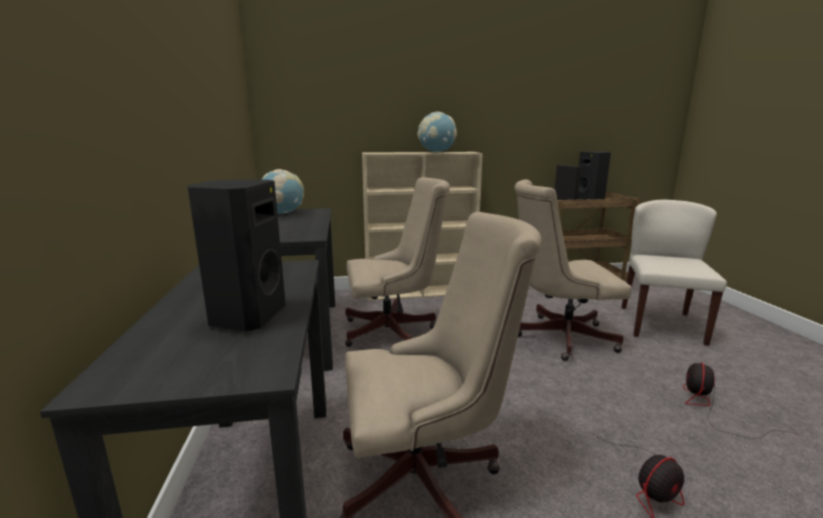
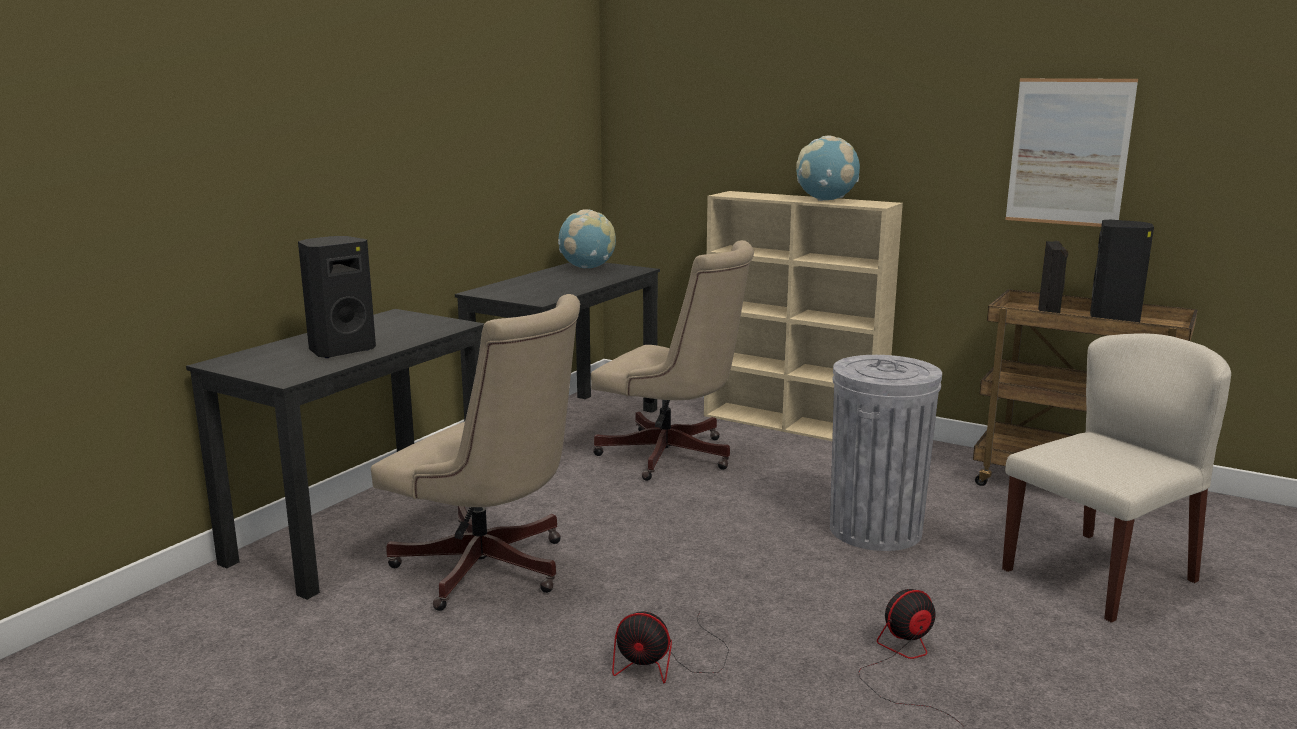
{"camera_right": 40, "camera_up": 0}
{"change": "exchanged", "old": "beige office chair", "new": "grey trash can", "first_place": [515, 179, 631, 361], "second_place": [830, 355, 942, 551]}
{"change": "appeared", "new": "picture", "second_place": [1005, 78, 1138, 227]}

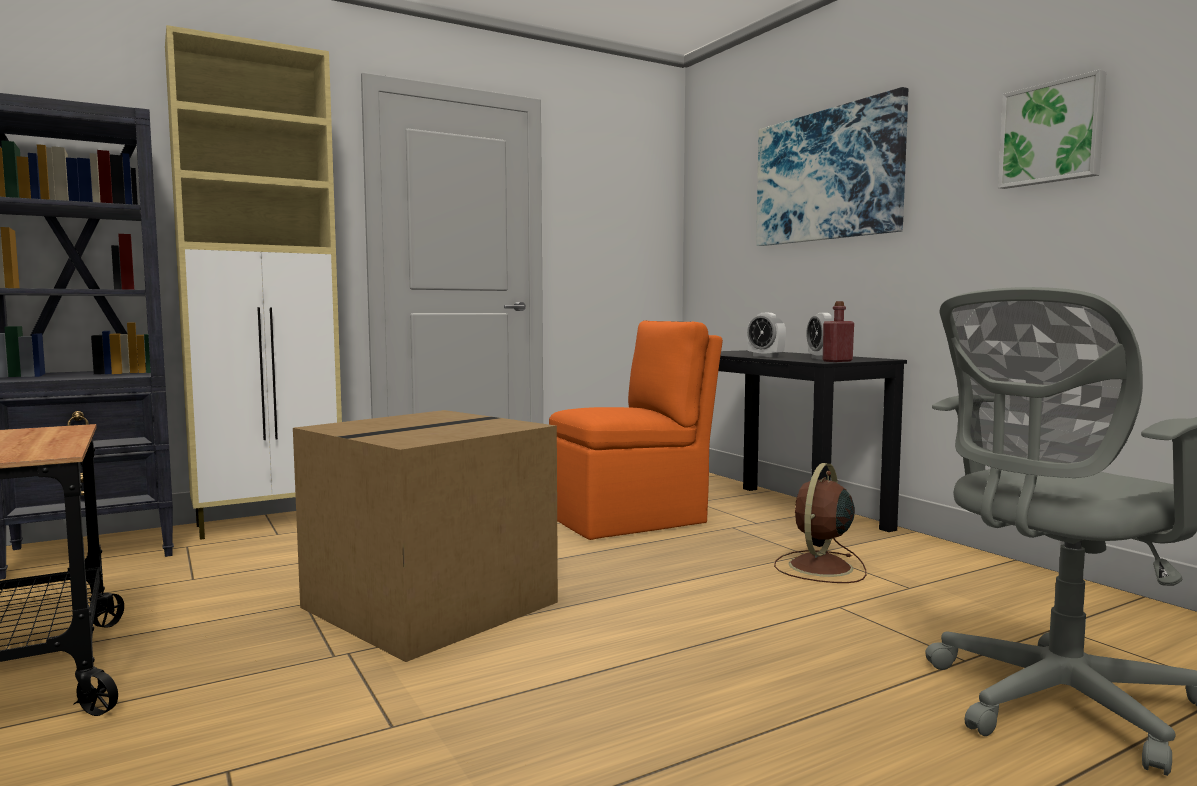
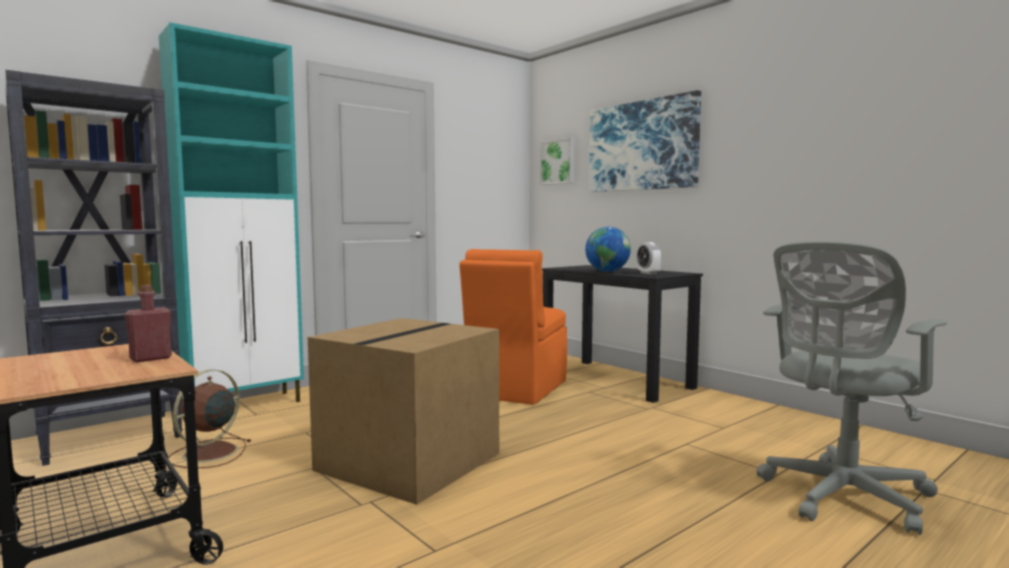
{"camera_right": -10, "camera_up": 0}
{"change": "relocated", "old": "red bottle", "first_place": [823, 301, 854, 362], "second_place": [124, 285, 172, 362]}
{"change": "colour", "old": "beige cabinet", "new": "turquoise cabinet", "first_place": [165, 25, 342, 540], "second_place": [159, 22, 304, 402]}
{"change": "relocated", "old": "brown fan", "first_place": [774, 463, 866, 583], "second_place": [168, 370, 252, 468]}
{"change": "spun", "old": "orange chair", "first_place": [549, 321, 723, 540], "second_place": [459, 249, 567, 405], "degrees": 150}
{"change": "relocated", "old": "picture", "first_place": [998, 70, 1106, 189], "second_place": [540, 138, 575, 185]}
{"change": "exchanged", "old": "alarm clock", "new": "globe", "first_place": [747, 313, 786, 357], "second_place": [585, 227, 631, 272]}

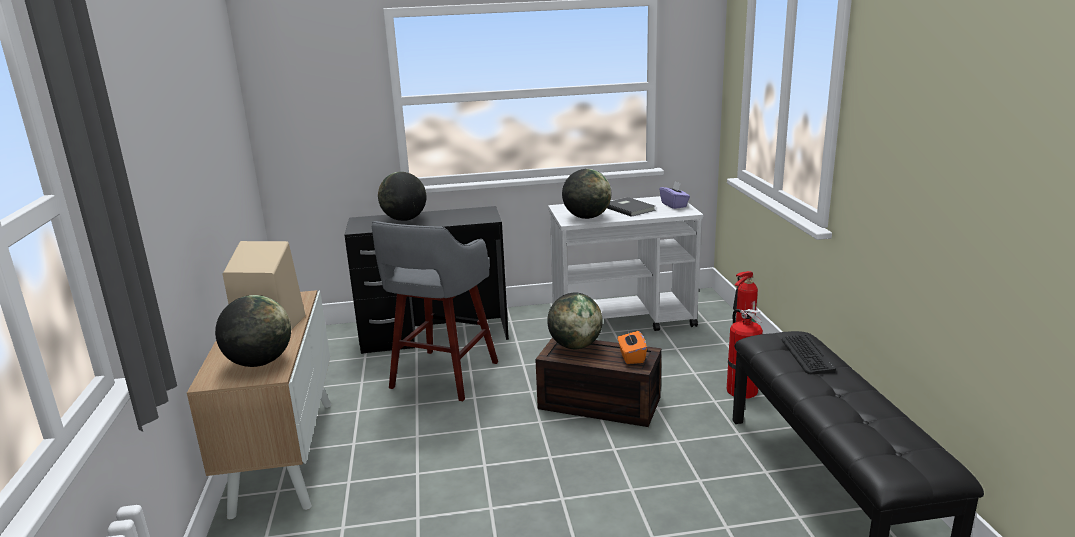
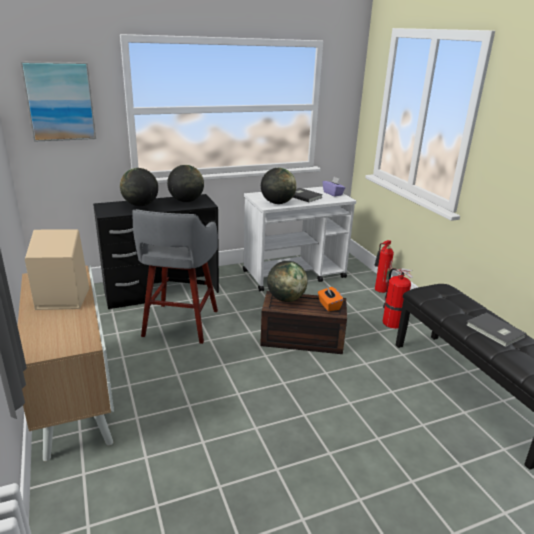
{"camera_right": -15, "camera_up": 5}
{"change": "appeared", "new": "picture", "second_place": [21, 61, 96, 142]}
{"change": "relocated", "old": "globe", "first_place": [215, 295, 291, 367], "second_place": [167, 165, 204, 202]}
{"change": "appeared", "new": "grey book", "second_place": [466, 313, 527, 347]}
{"change": "missing", "old": "keyboard", "first_place": [782, 334, 836, 374]}

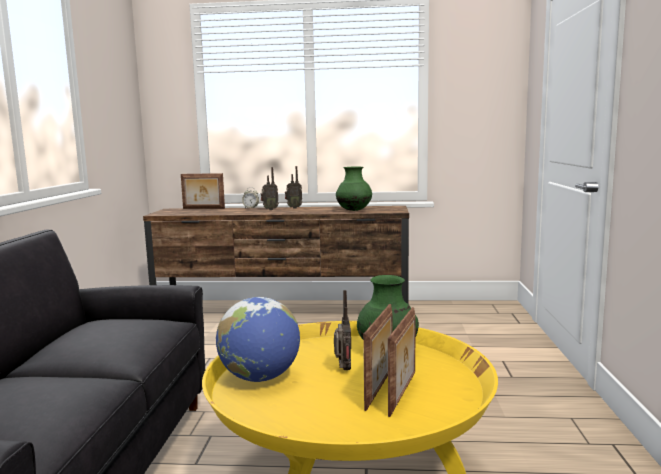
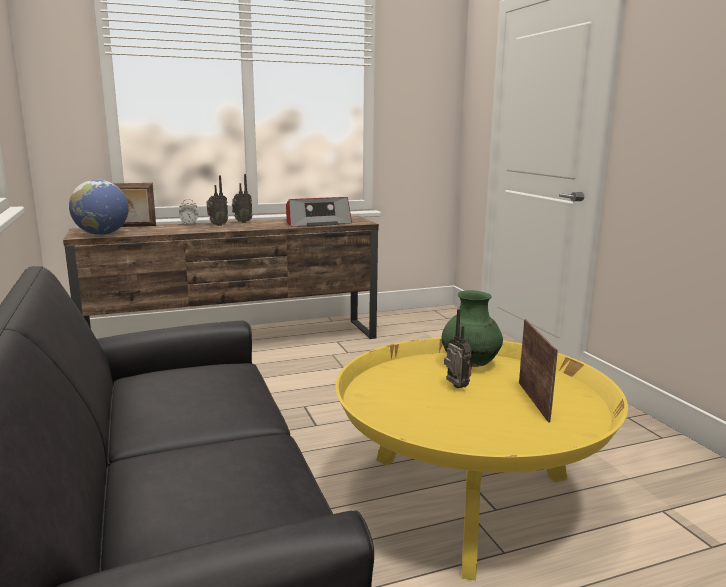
{"camera_right": -25, "camera_up": 5}
{"change": "relocated", "old": "globe", "first_place": [216, 297, 300, 382], "second_place": [69, 180, 129, 235]}
{"change": "exchanged", "old": "green vase", "new": "radio", "first_place": [336, 166, 372, 211], "second_place": [286, 197, 352, 227]}
{"change": "missing", "old": "picture frame", "first_place": [363, 304, 392, 411]}

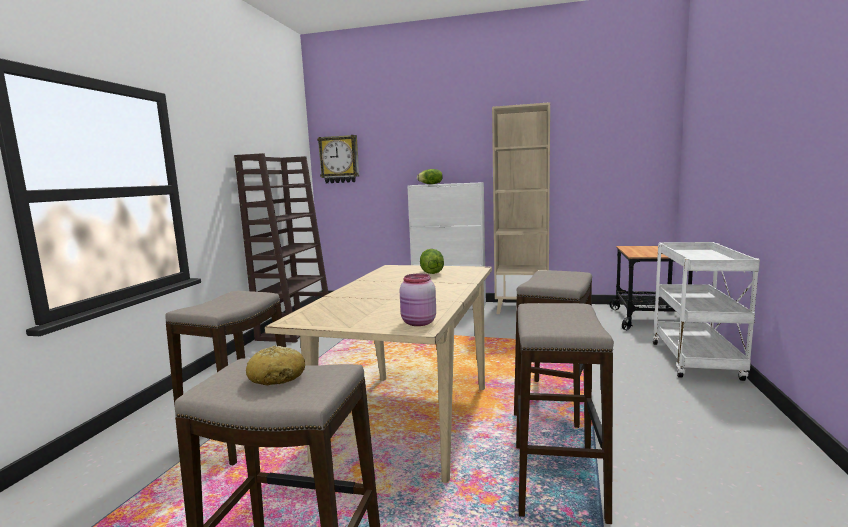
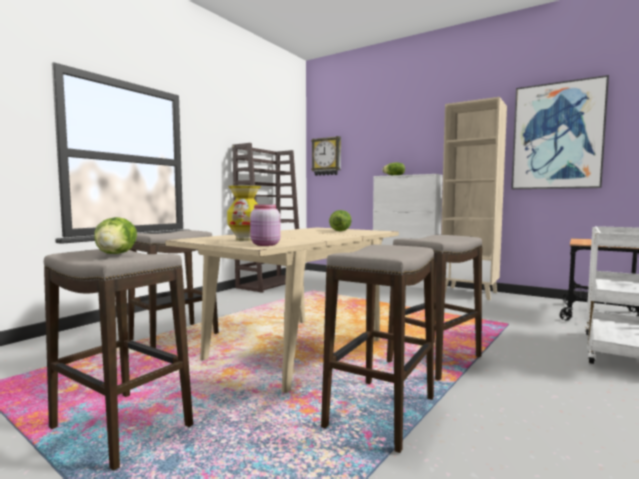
{"camera_right": 20, "camera_up": -5}
{"change": "exchanged", "old": "bread", "new": "lettuce", "first_place": [246, 345, 305, 385], "second_place": [94, 217, 137, 254]}
{"change": "appeared", "new": "vase", "second_place": [227, 185, 261, 241]}
{"change": "appeared", "new": "picture", "second_place": [511, 75, 609, 189]}

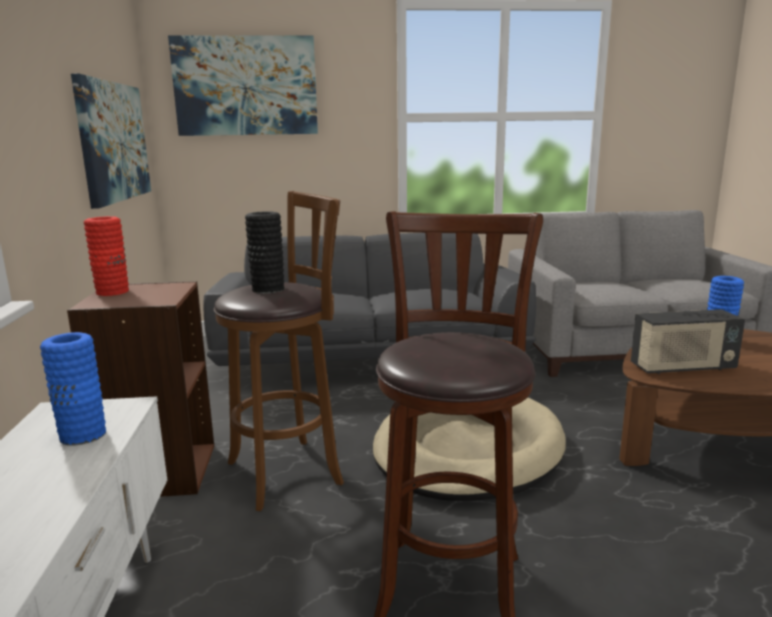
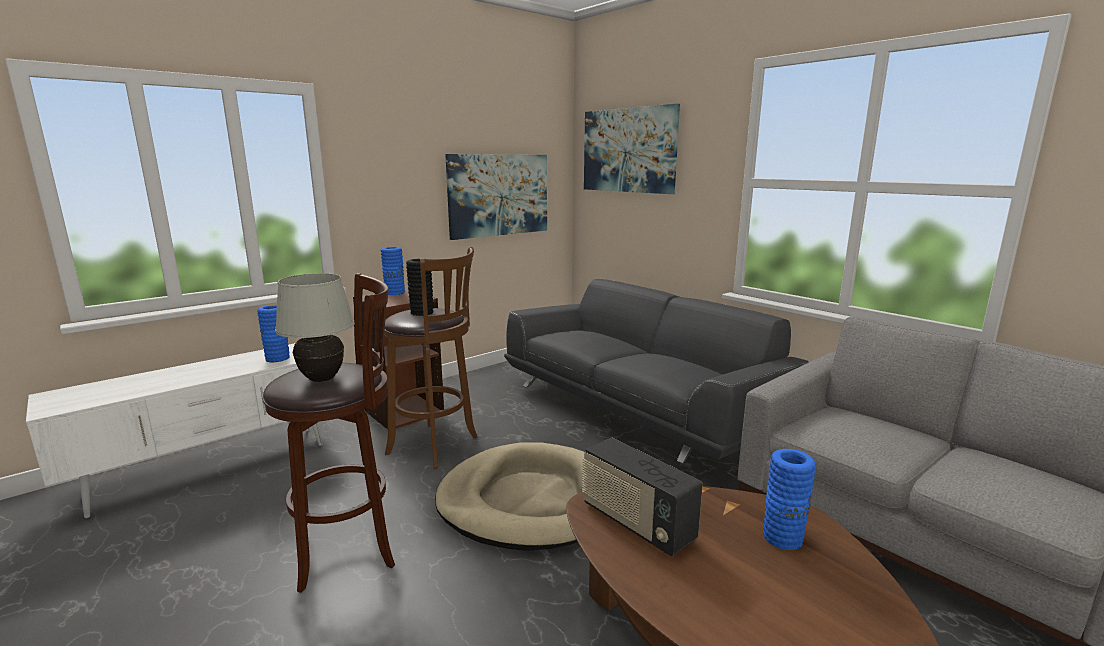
{"camera_right": 55, "camera_up": 0}
{"change": "appeared", "new": "white table lamp", "second_place": [275, 273, 355, 382]}
{"change": "colour", "old": "red vase", "new": "blue vase", "first_place": [84, 216, 129, 296], "second_place": [381, 247, 405, 295]}

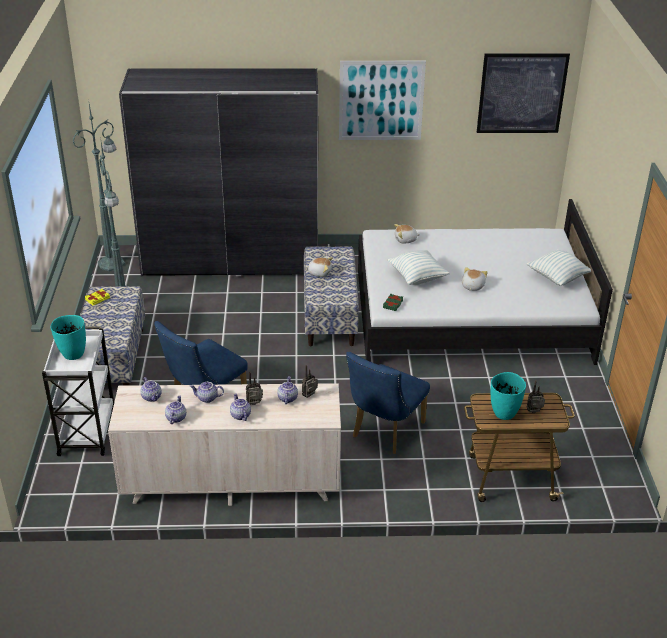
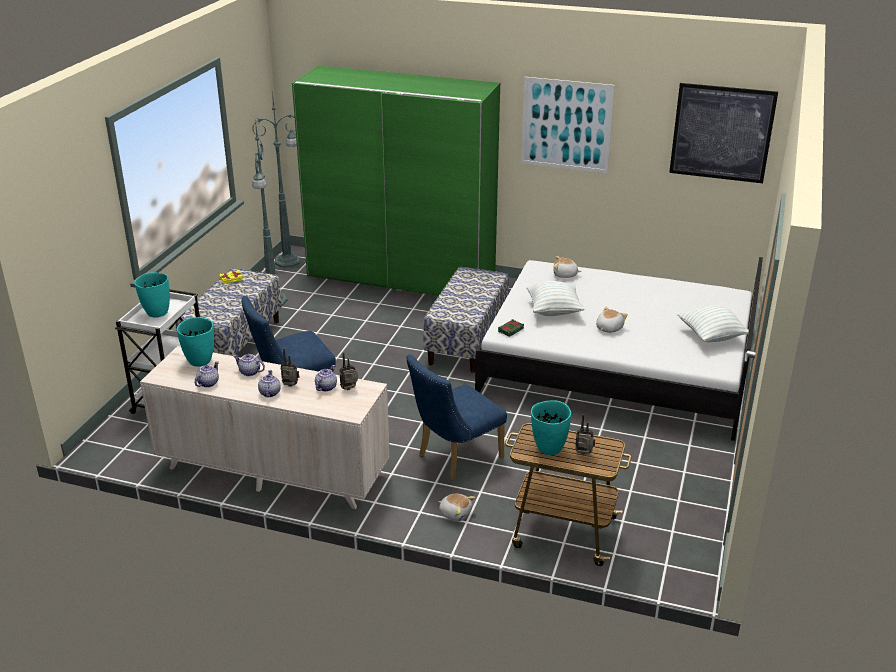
{"camera_right": 20, "camera_up": -5}
{"change": "exchanged", "old": "teapot", "new": "turquoise vase", "first_place": [140, 377, 162, 402], "second_place": [177, 317, 214, 367]}
{"change": "colour", "old": "grey wardrobe", "new": "green wardrobe", "first_place": [119, 68, 318, 277], "second_place": [292, 65, 500, 296]}
{"change": "relocated", "old": "plush toy", "first_place": [305, 257, 333, 277], "second_place": [438, 494, 475, 522]}

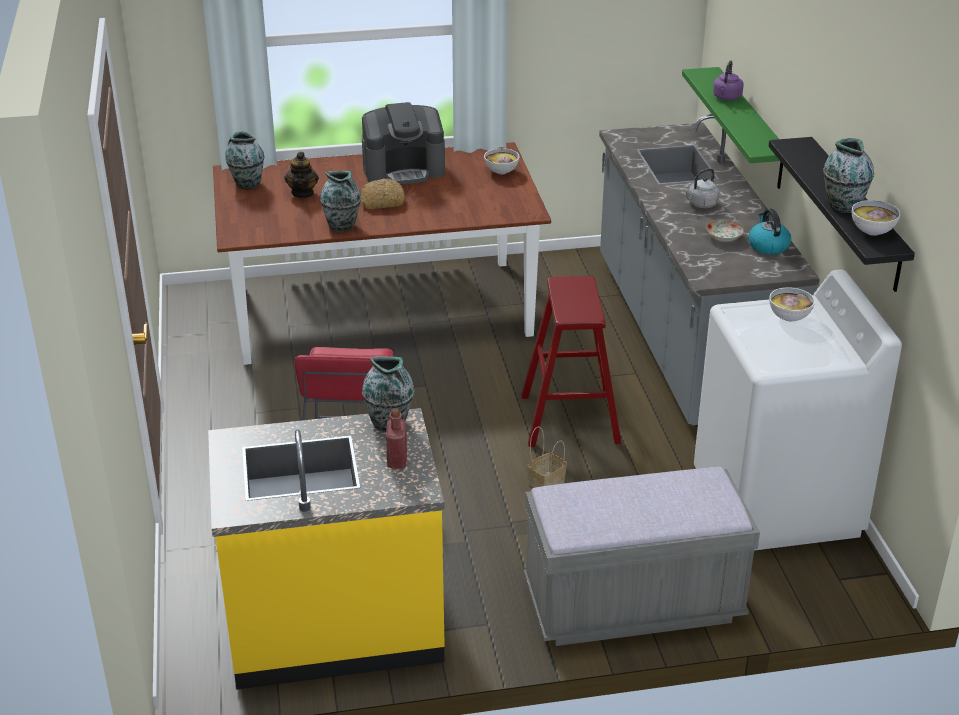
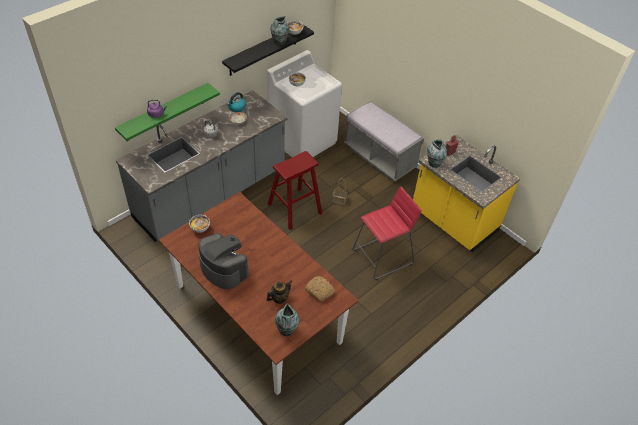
{"camera_right": -125, "camera_up": 15}
{"change": "relocated", "old": "bread", "first_place": [361, 178, 405, 209], "second_place": [305, 276, 335, 302]}
{"change": "missing", "old": "vase", "first_place": [320, 171, 361, 232]}

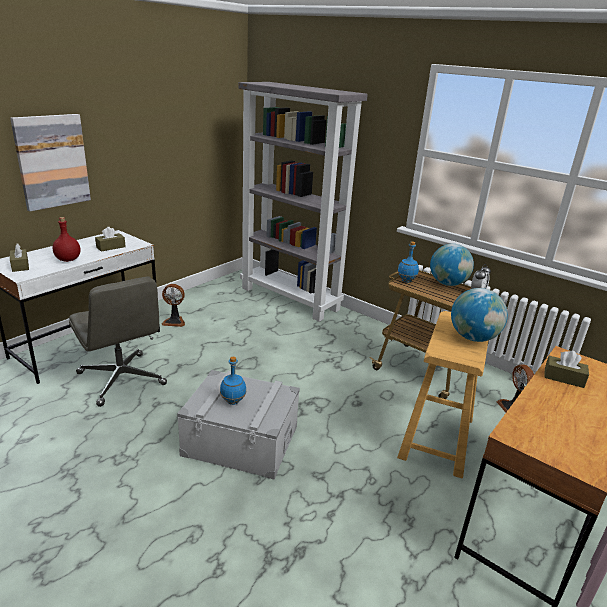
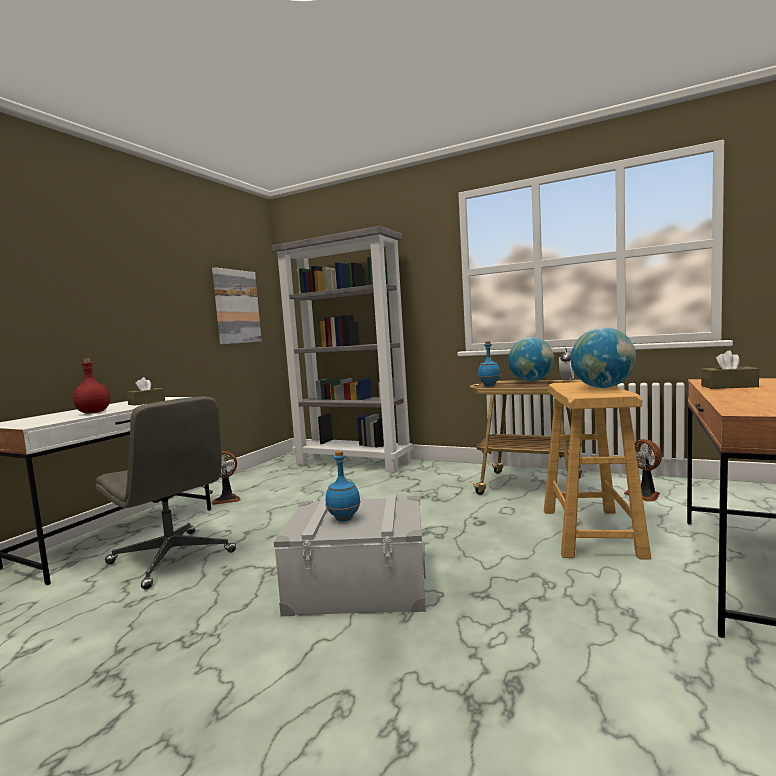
{"camera_right": -10, "camera_up": -20}
{"change": "relocated", "old": "picture", "first_place": [10, 114, 91, 211], "second_place": [212, 267, 262, 344]}
{"change": "missing", "old": "brown tissue box", "first_place": [10, 243, 29, 272]}

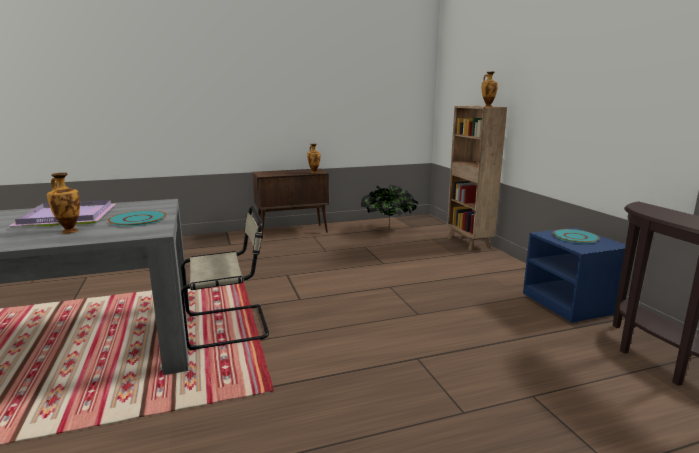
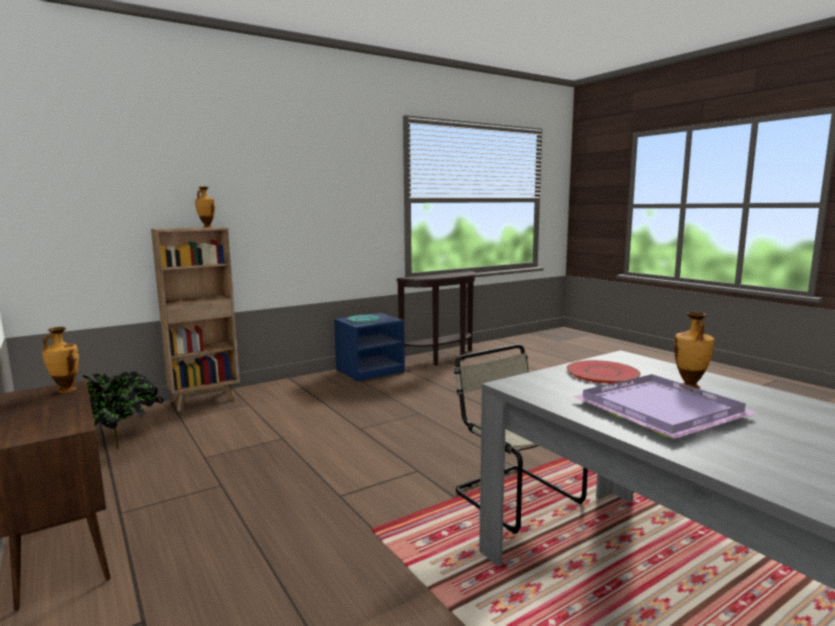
{"camera_right": -105, "camera_up": -5}
{"change": "colour", "old": "turquoise plate", "new": "red plate", "first_place": [108, 210, 166, 226], "second_place": [567, 360, 640, 384]}

